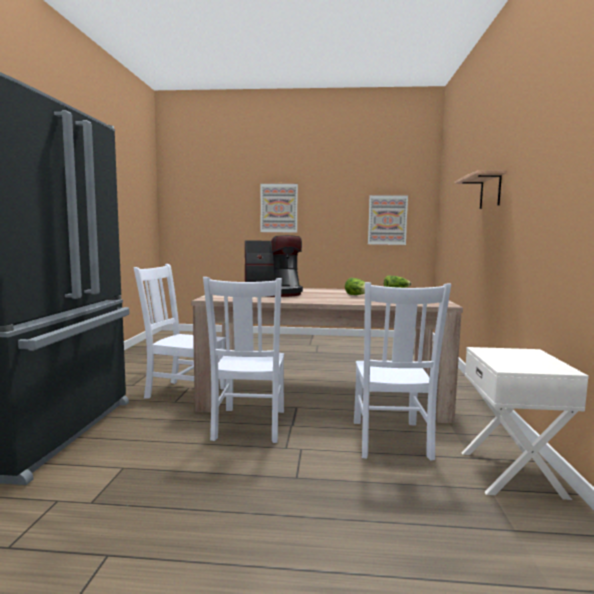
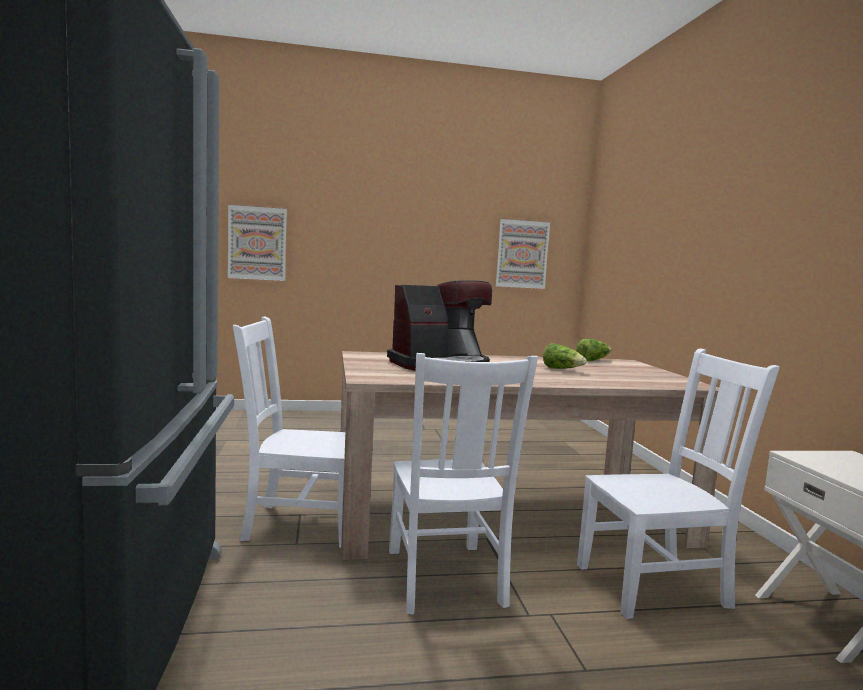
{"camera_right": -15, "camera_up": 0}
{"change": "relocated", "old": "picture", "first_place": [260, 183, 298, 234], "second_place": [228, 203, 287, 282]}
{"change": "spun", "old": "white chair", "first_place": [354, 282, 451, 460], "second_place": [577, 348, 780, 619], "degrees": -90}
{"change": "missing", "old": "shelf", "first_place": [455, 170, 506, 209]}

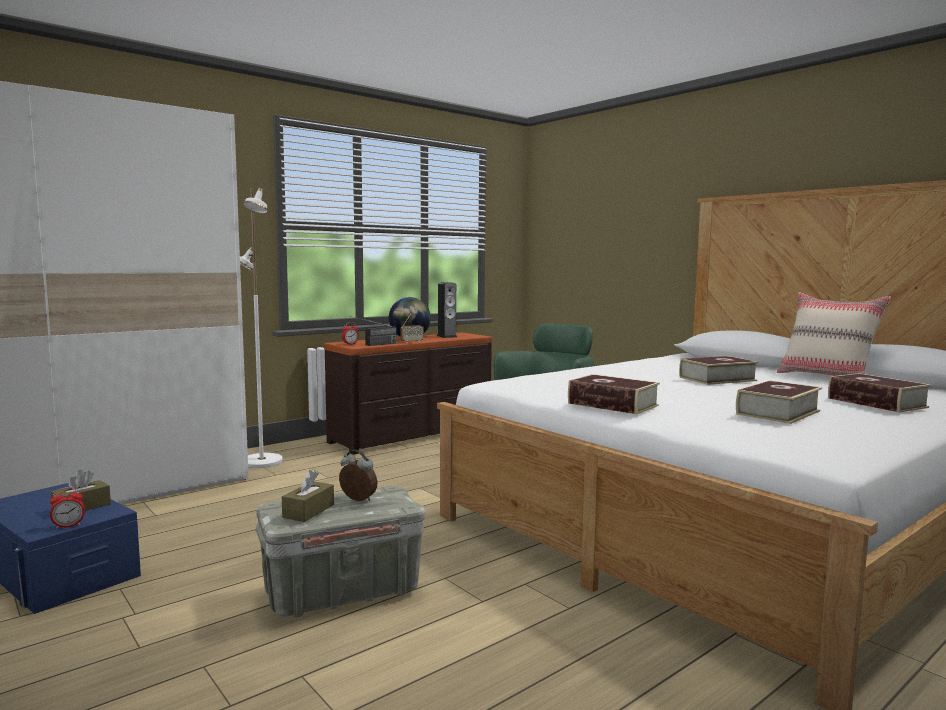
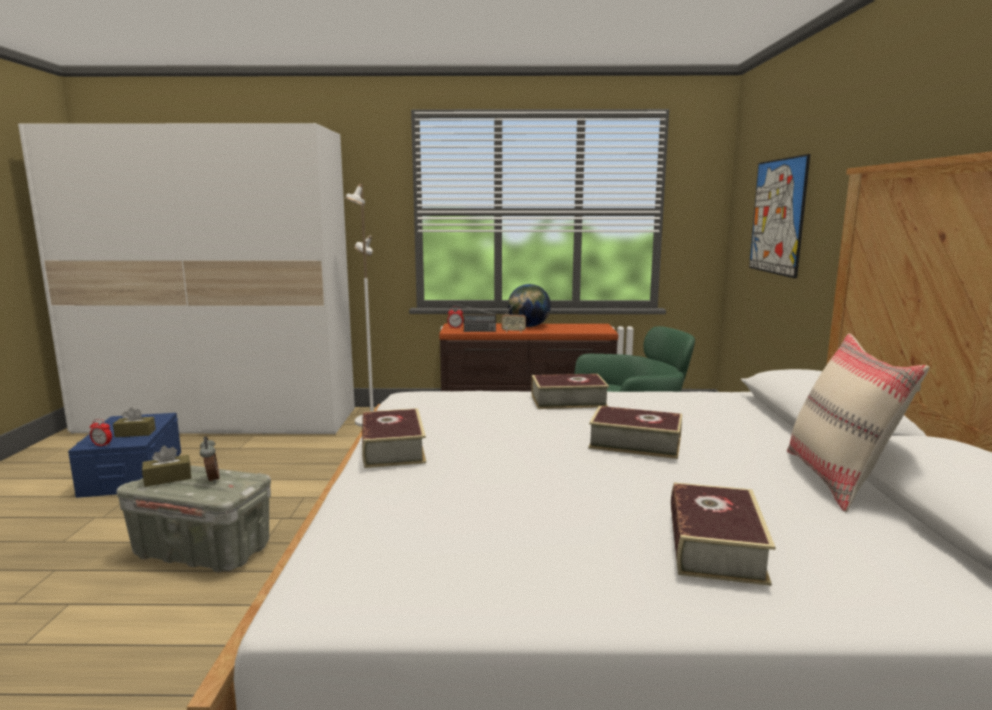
{"camera_right": 40, "camera_up": 5}
{"change": "relocated", "old": "book", "first_place": [736, 381, 822, 424], "second_place": [531, 374, 609, 409]}
{"change": "appeared", "new": "picture", "second_place": [749, 154, 810, 279]}
{"change": "missing", "old": "speaker", "first_place": [437, 282, 457, 338]}

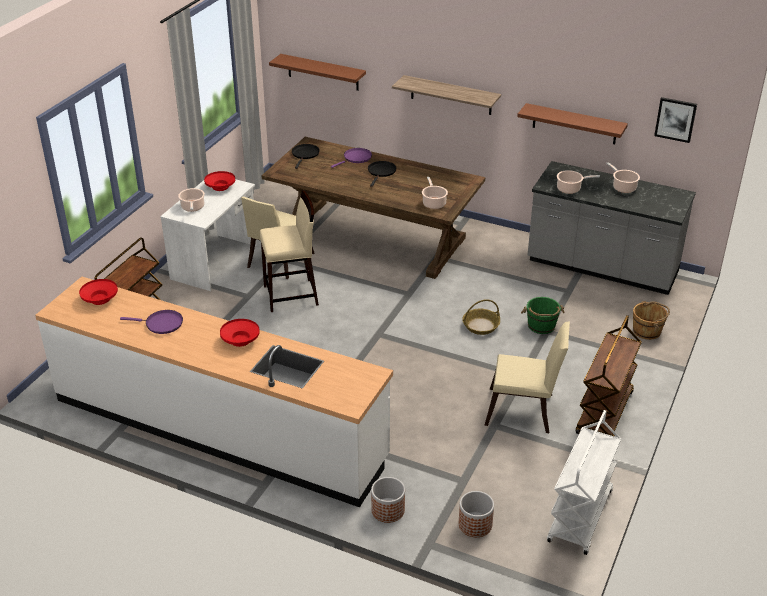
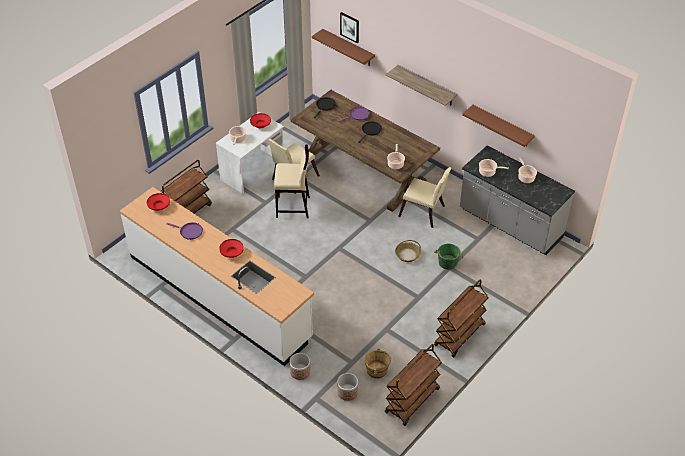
{"camera_right": 15, "camera_up": 10}
{"change": "relocated", "old": "picture", "first_place": [654, 97, 697, 143], "second_place": [340, 12, 359, 43]}
{"change": "relocated", "old": "brown bucket", "first_place": [633, 301, 670, 340], "second_place": [365, 349, 391, 379]}
{"change": "colour", "old": "white cart", "new": "brown cart", "first_place": [547, 410, 621, 555], "second_place": [385, 344, 442, 426]}
{"change": "relocated", "old": "beige chair", "first_place": [485, 321, 570, 433], "second_place": [398, 167, 452, 228]}

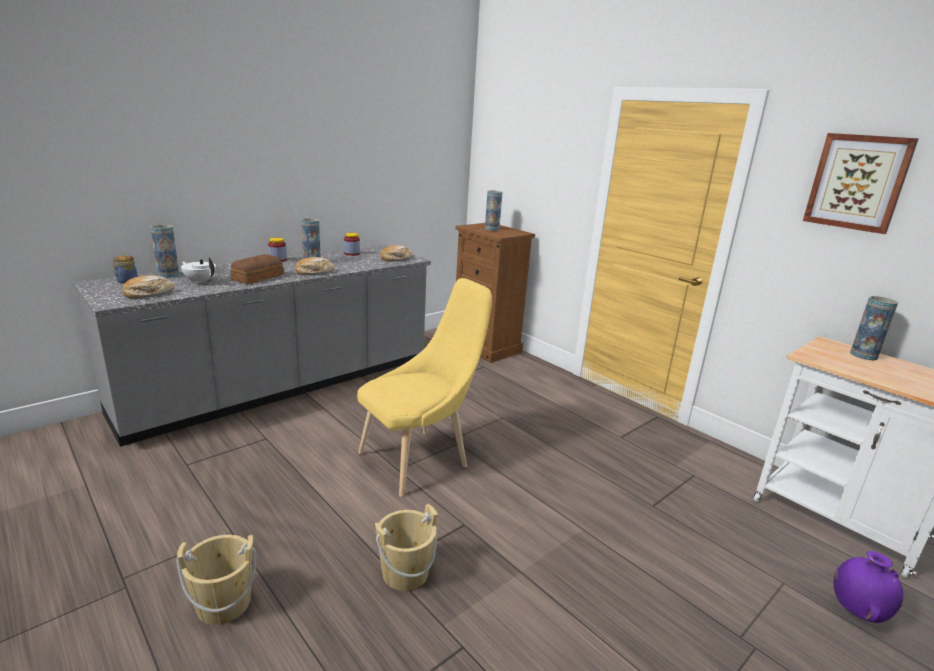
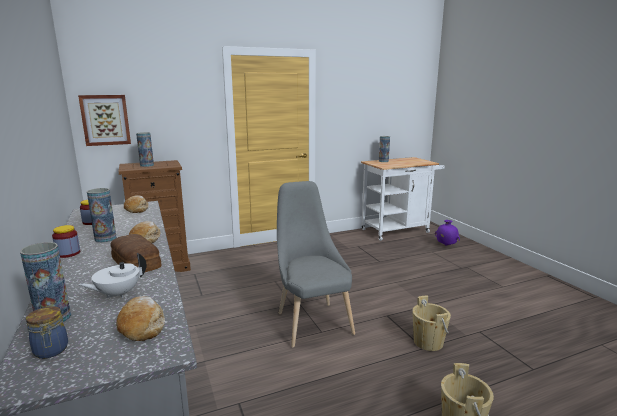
{"camera_right": -70, "camera_up": -5}
{"change": "relocated", "old": "picture", "first_place": [803, 133, 919, 234], "second_place": [78, 95, 131, 146]}
{"change": "colour", "old": "yellow chair", "new": "grey chair", "first_place": [357, 278, 492, 497], "second_place": [277, 181, 355, 347]}

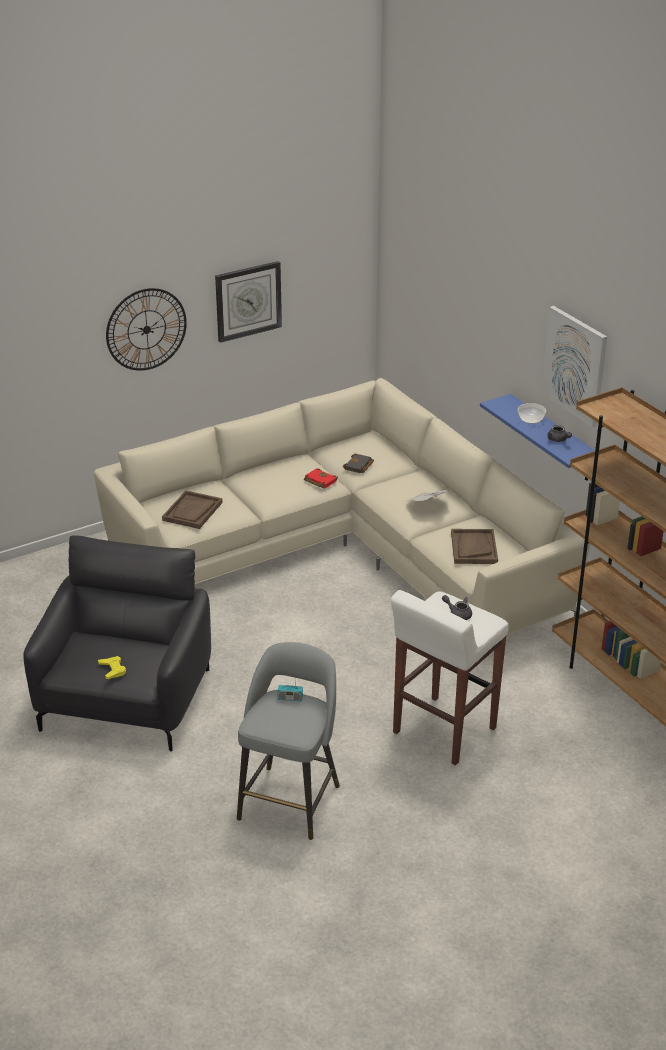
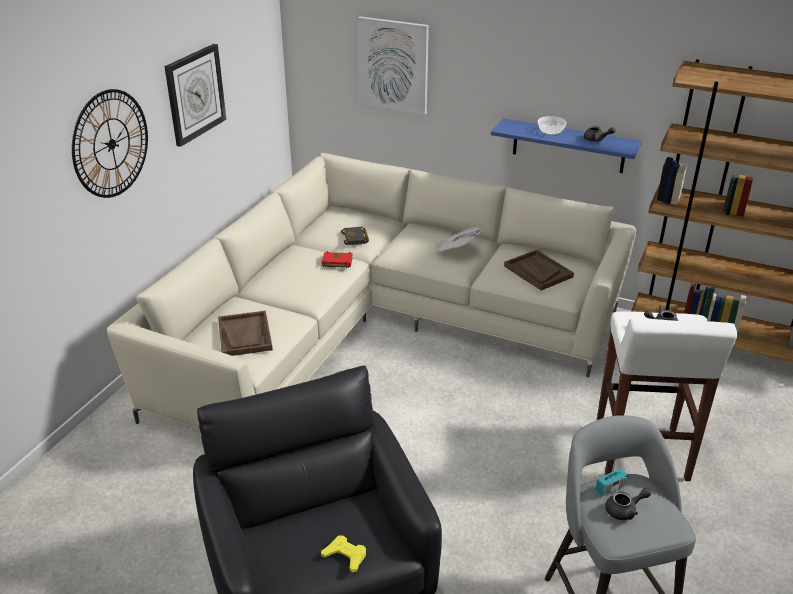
{"camera_right": -35, "camera_up": 0}
{"change": "relocated", "old": "picture", "first_place": [541, 306, 607, 427], "second_place": [358, 16, 429, 115]}
{"change": "appeared", "new": "grey teapot", "second_place": [605, 488, 651, 520]}

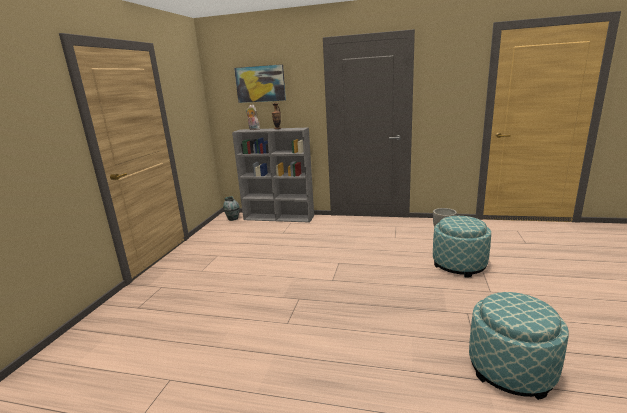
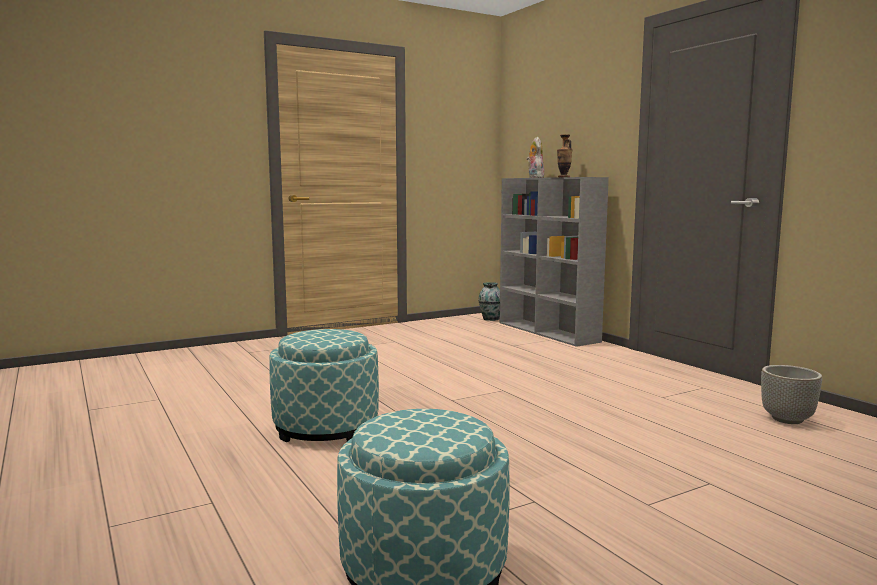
{"camera_right": 45, "camera_up": -10}
{"change": "relocated", "old": "ottoman", "first_place": [433, 216, 491, 277], "second_place": [269, 329, 379, 442]}
{"change": "missing", "old": "picture", "first_place": [234, 64, 286, 103]}

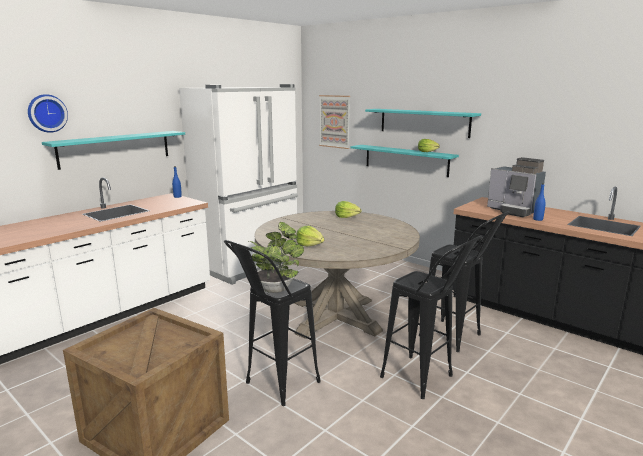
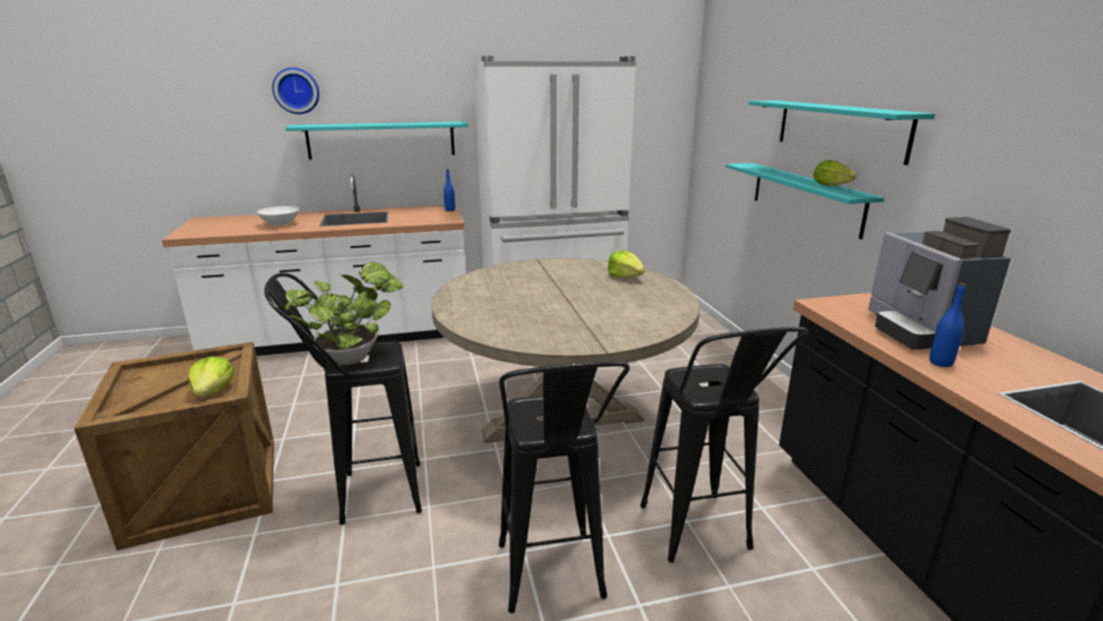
{"camera_right": 35, "camera_up": 5}
{"change": "relocated", "old": "lettuce", "first_place": [296, 226, 324, 246], "second_place": [189, 357, 235, 397]}
{"change": "appeared", "new": "white bowl", "second_place": [257, 206, 300, 226]}
{"change": "missing", "old": "picture", "first_place": [319, 95, 350, 149]}

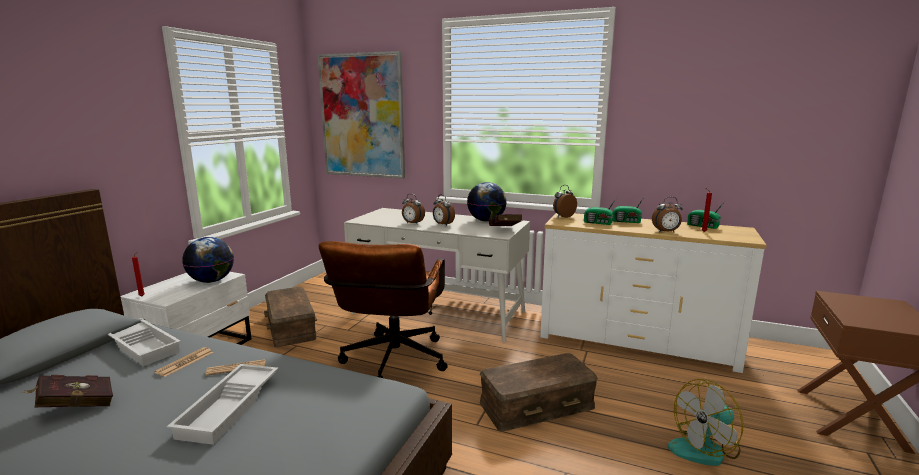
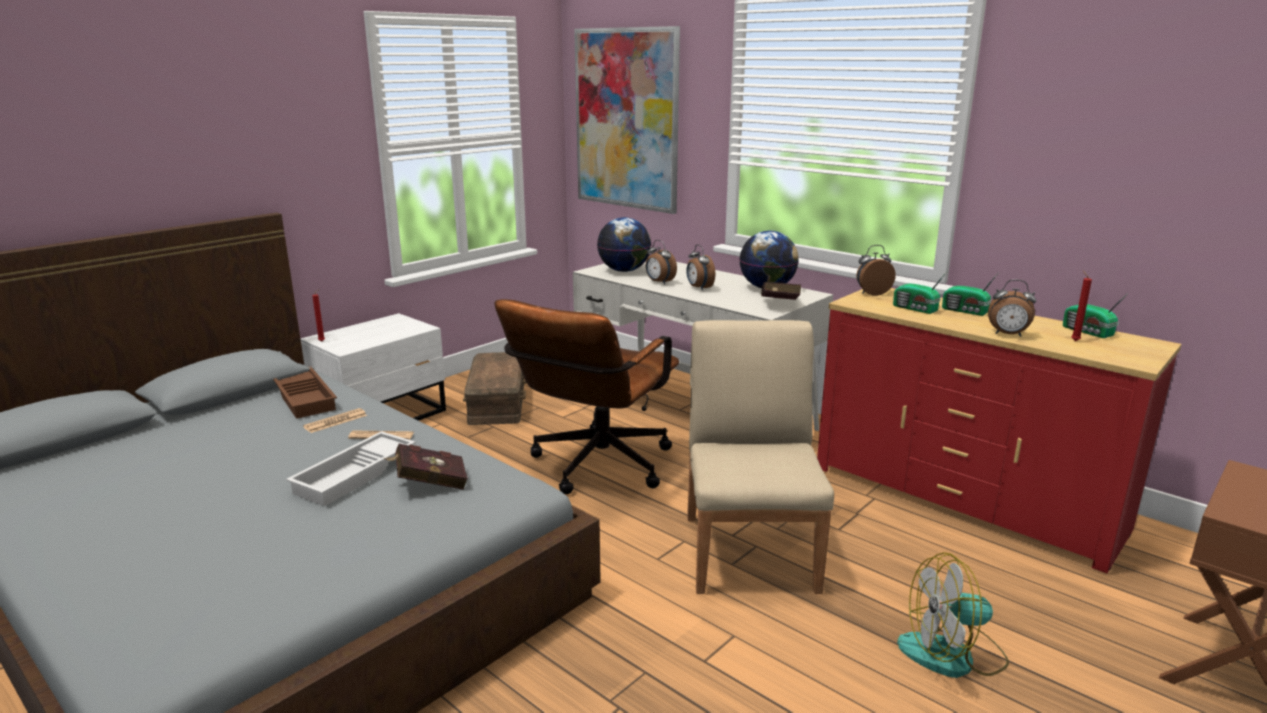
{"camera_right": 20, "camera_up": 5}
{"change": "colour", "old": "white tray", "new": "brown tray", "first_place": [108, 318, 181, 366], "second_place": [273, 366, 337, 419]}
{"change": "relocated", "old": "red book", "first_place": [23, 375, 113, 407], "second_place": [383, 444, 468, 490]}
{"change": "relocated", "old": "globe", "first_place": [182, 237, 234, 283], "second_place": [597, 217, 651, 272]}
{"change": "exchanged", "old": "brown storage box", "new": "beige chair", "first_place": [480, 353, 598, 432], "second_place": [687, 320, 834, 594]}
{"change": "colour", "old": "white dresser", "new": "red dresser", "first_place": [540, 213, 767, 373], "second_place": [817, 288, 1182, 573]}

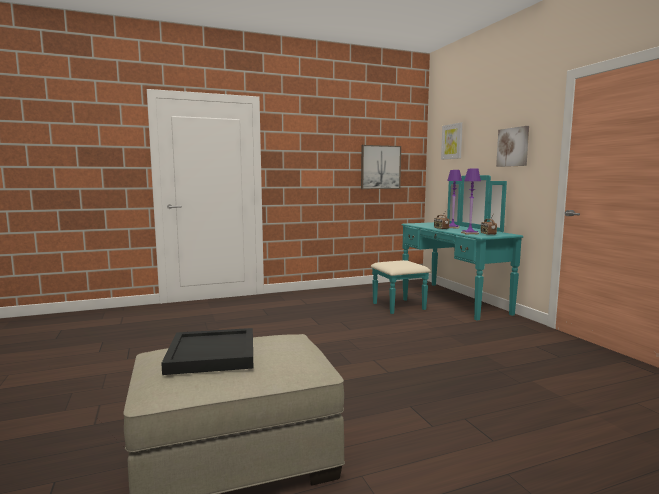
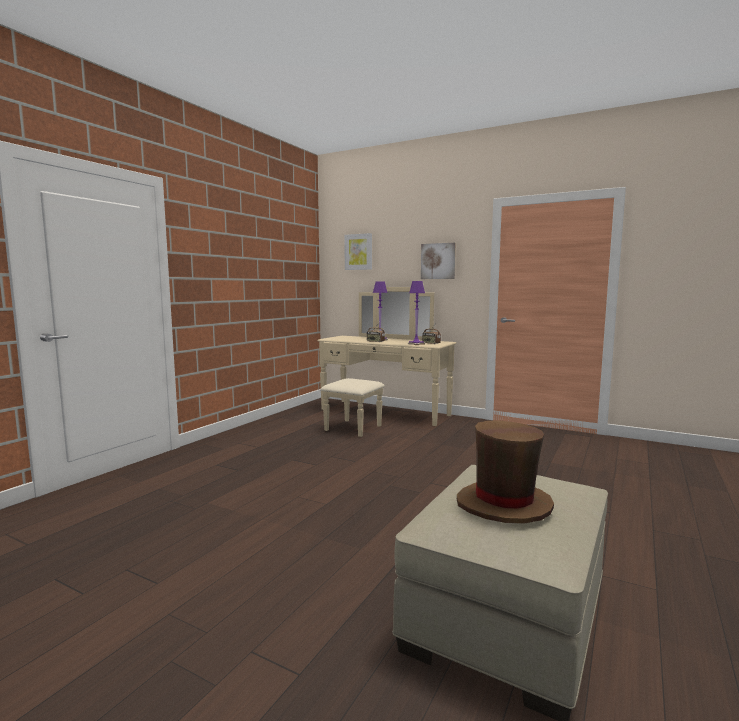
{"camera_right": -40, "camera_up": 0}
{"change": "colour", "old": "turquoise dresser", "new": "beige dresser", "first_place": [371, 175, 523, 320], "second_place": [318, 287, 456, 437]}
{"change": "exchanged", "old": "black tray", "new": "brown hat", "first_place": [161, 328, 253, 375], "second_place": [456, 420, 554, 524]}
{"change": "missing", "old": "picture", "first_place": [361, 145, 401, 189]}

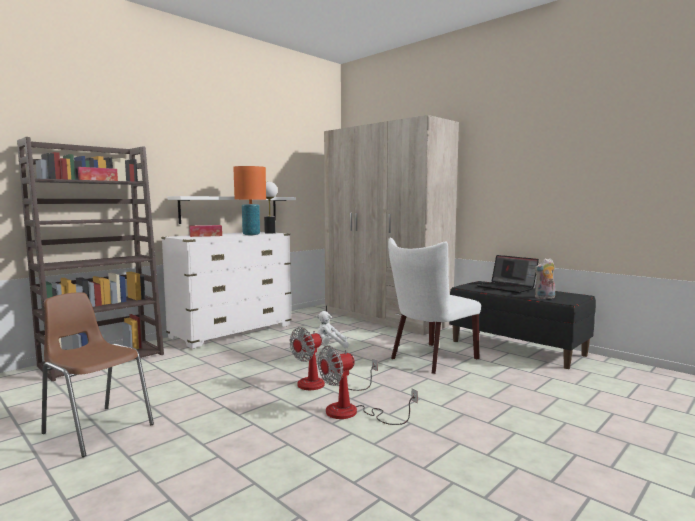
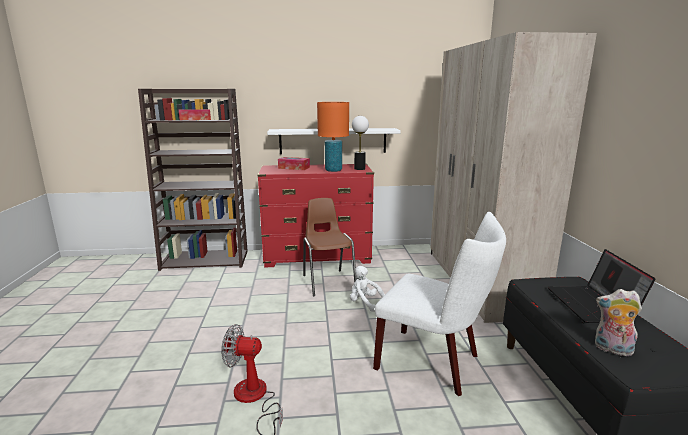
{"camera_right": 40, "camera_up": 10}
{"change": "colour", "old": "white dresser", "new": "red dresser", "first_place": [161, 231, 292, 349], "second_place": [257, 164, 374, 268]}
{"change": "relocated", "old": "brown chair", "first_place": [41, 292, 154, 457], "second_place": [303, 198, 357, 297]}
{"change": "spun", "old": "white chair", "first_place": [388, 237, 481, 374], "second_place": [373, 212, 506, 396], "degrees": -150}
{"change": "missing", "old": "fan", "first_place": [289, 327, 378, 391]}

